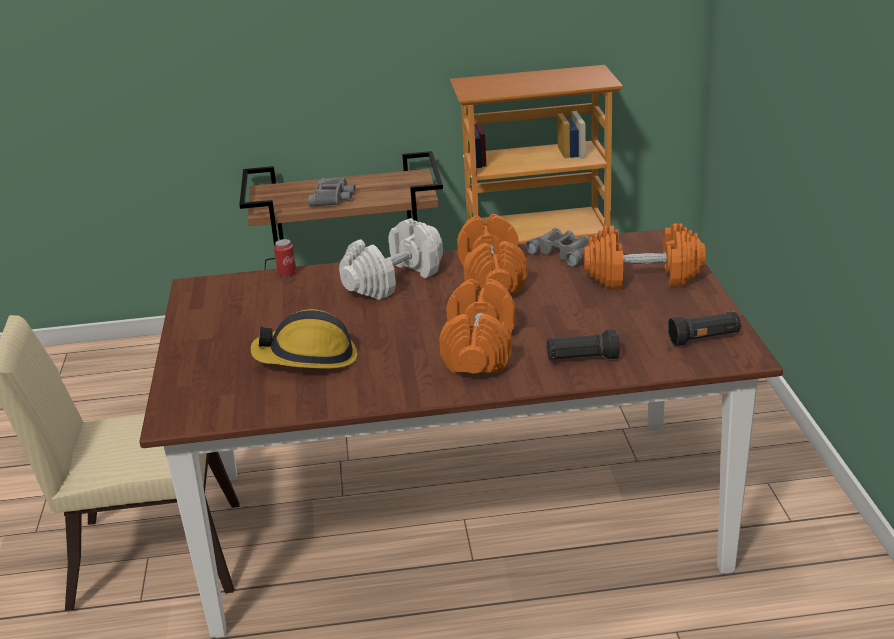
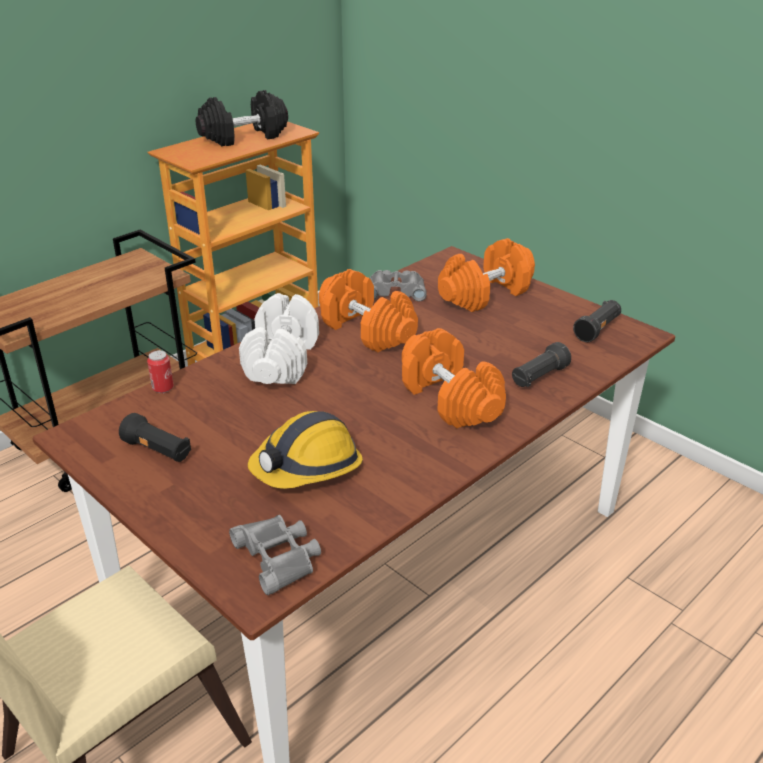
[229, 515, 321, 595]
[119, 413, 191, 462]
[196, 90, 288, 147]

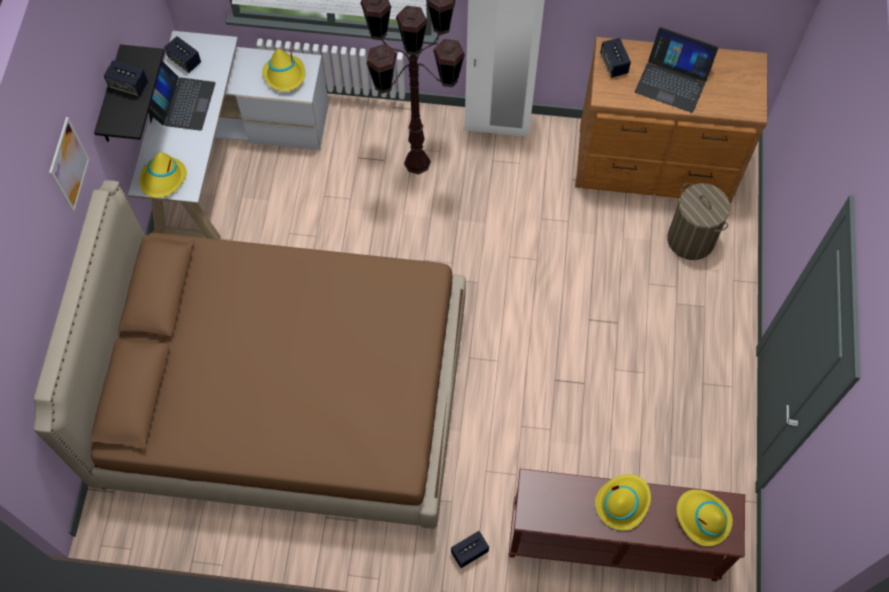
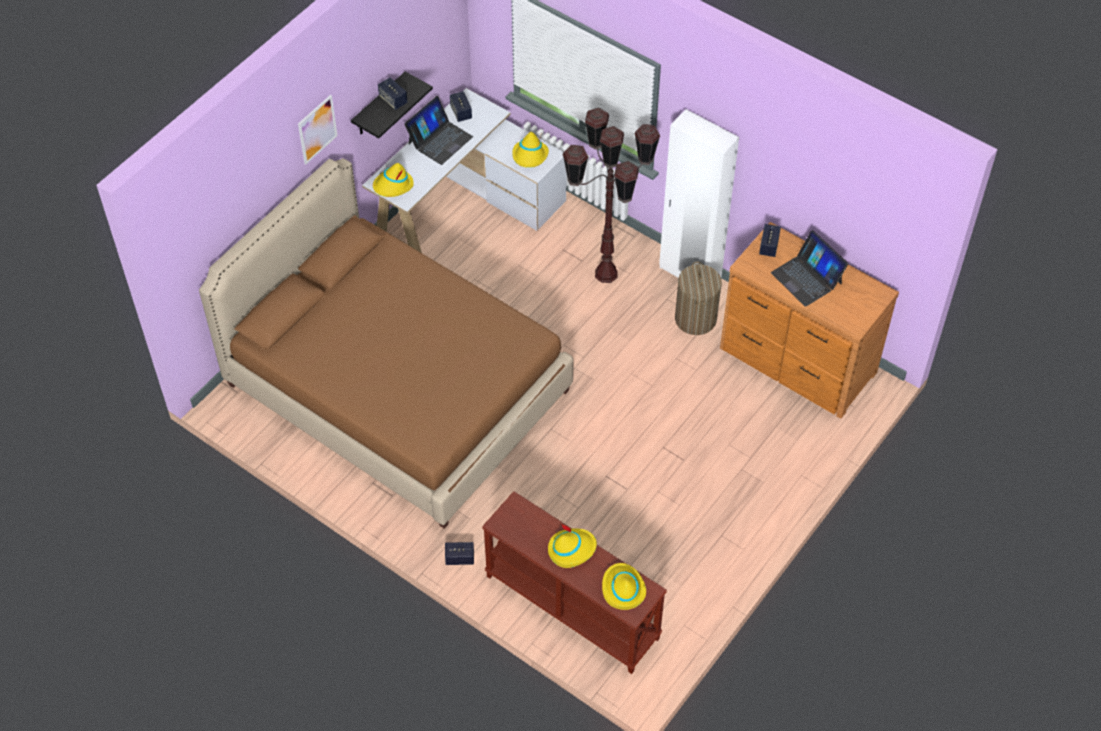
[675, 262, 722, 335]

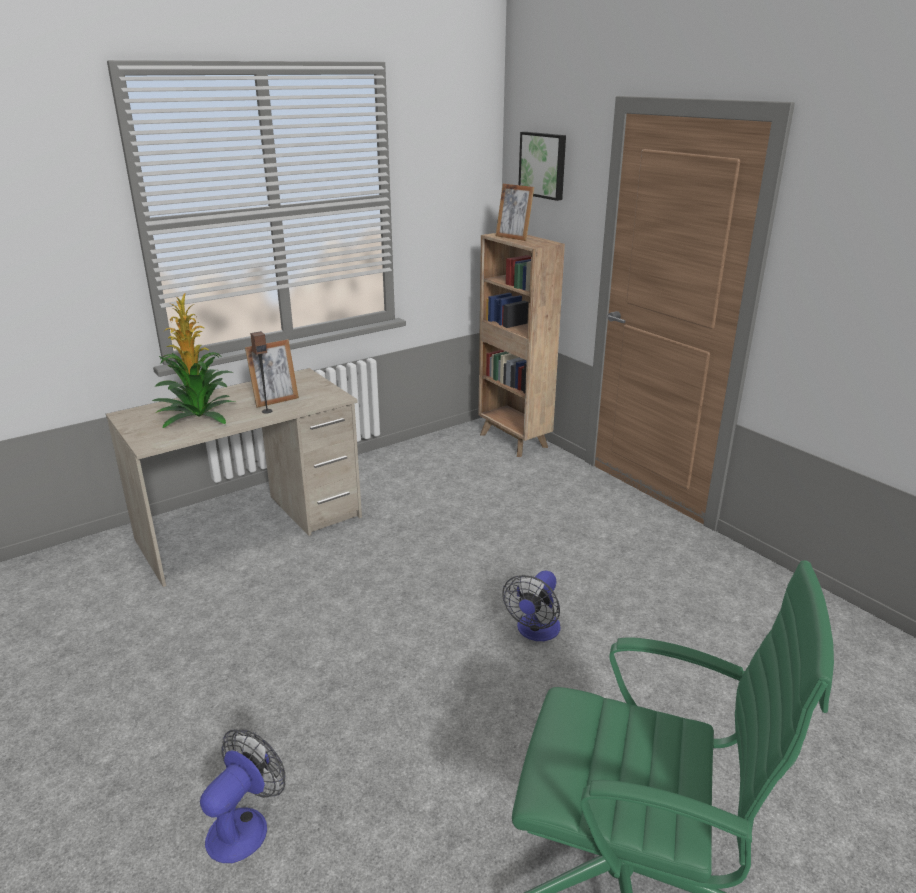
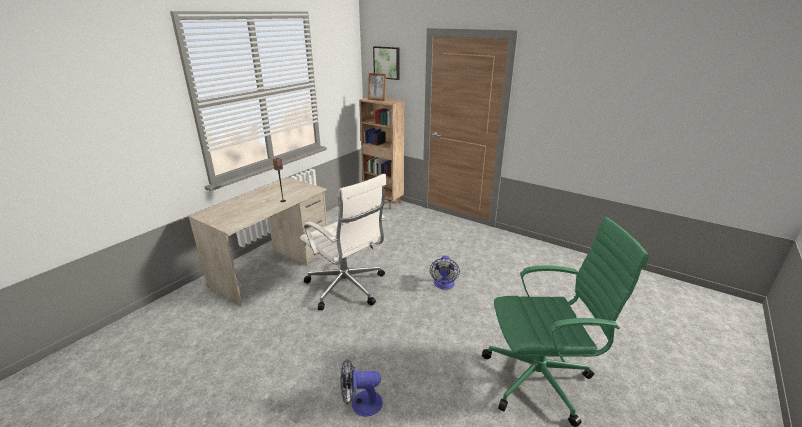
[152, 294, 235, 428] (first image)
[340, 359, 383, 417]
[245, 339, 299, 408] (first image)
[300, 174, 387, 310]

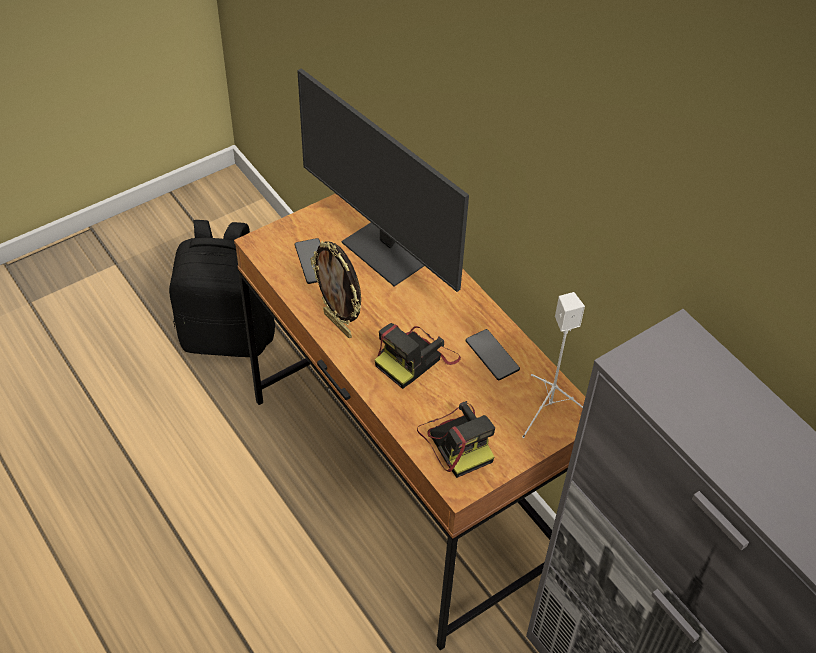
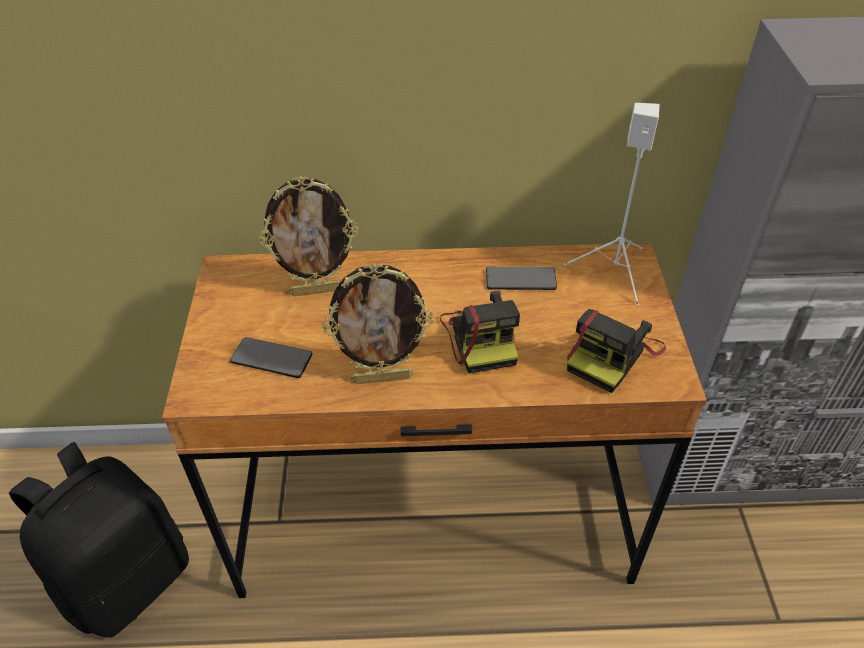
[259, 176, 358, 296]
[567, 309, 666, 393]

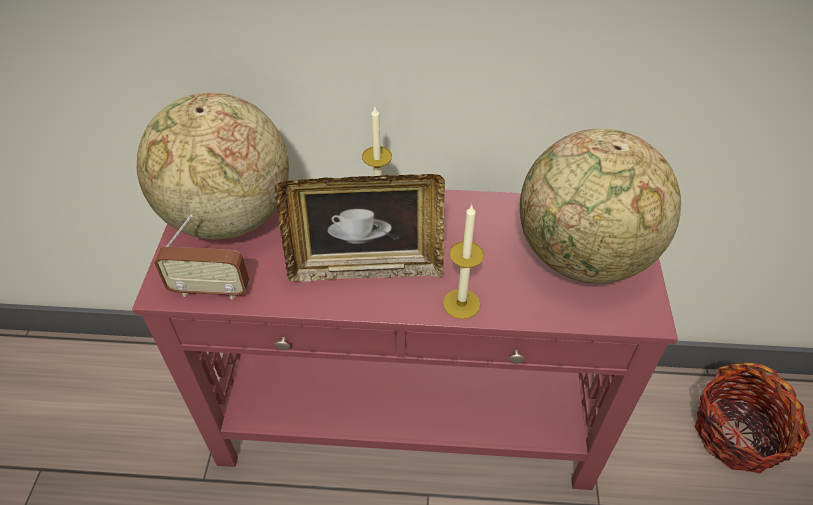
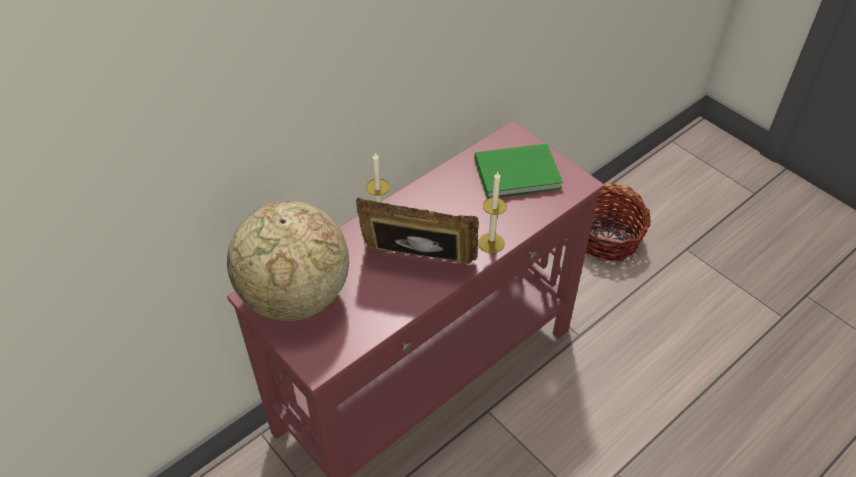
[154, 215, 249, 300] (first image)
[356, 198, 479, 264]
[475, 143, 563, 199]

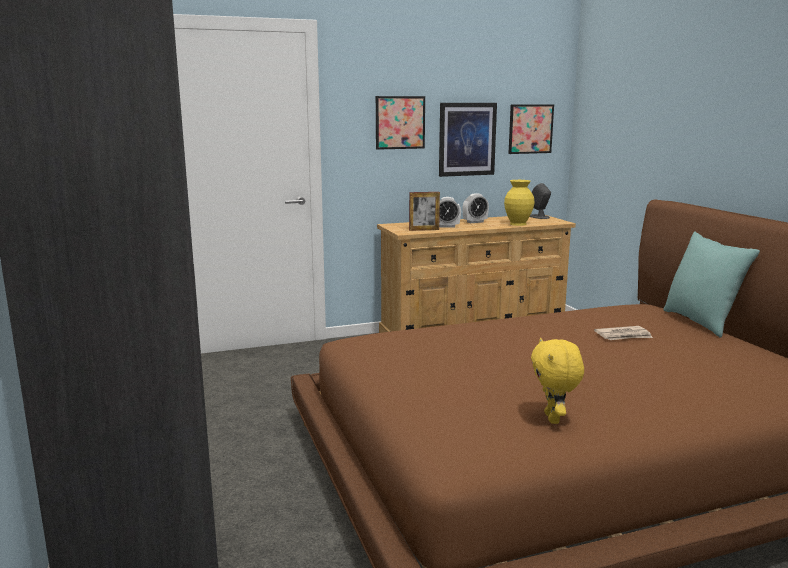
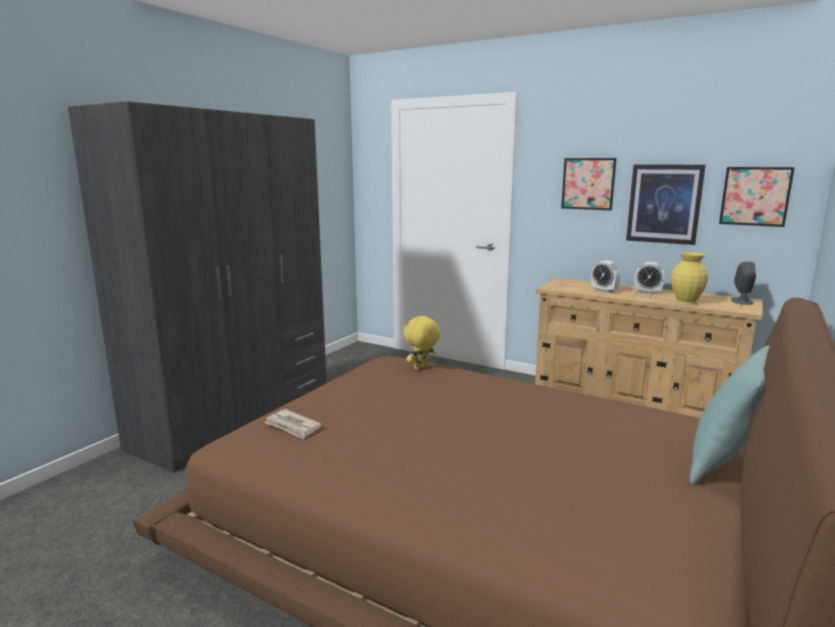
[409, 192, 440, 231] (first image)
[404, 316, 440, 370]
[264, 409, 322, 439]

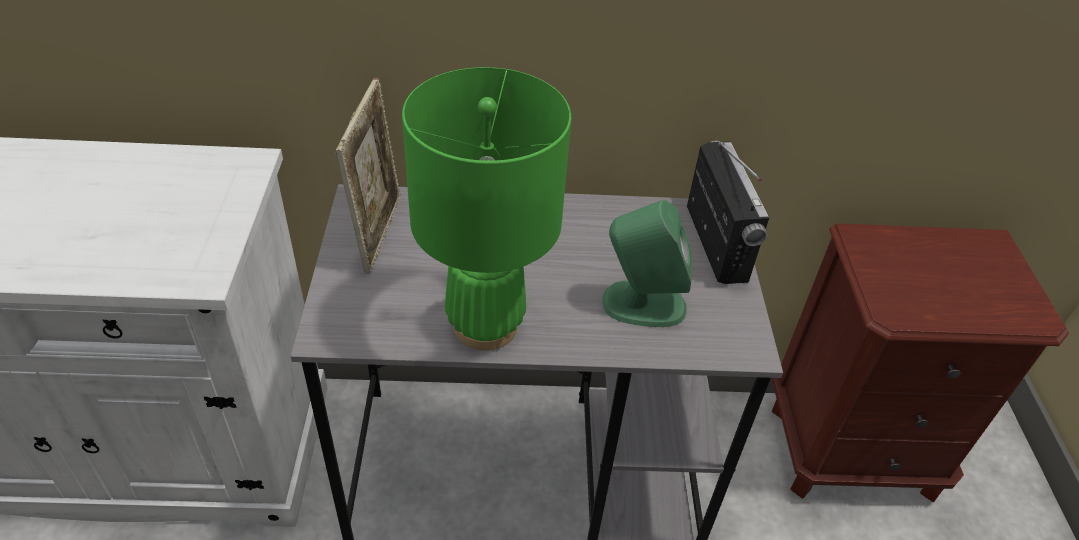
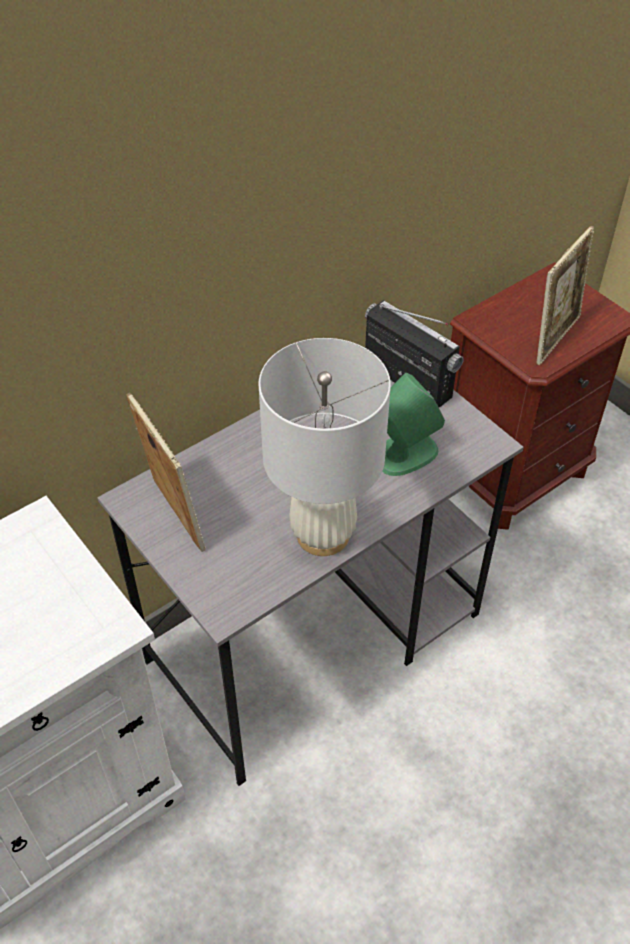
[259, 338, 391, 556]
[536, 226, 594, 365]

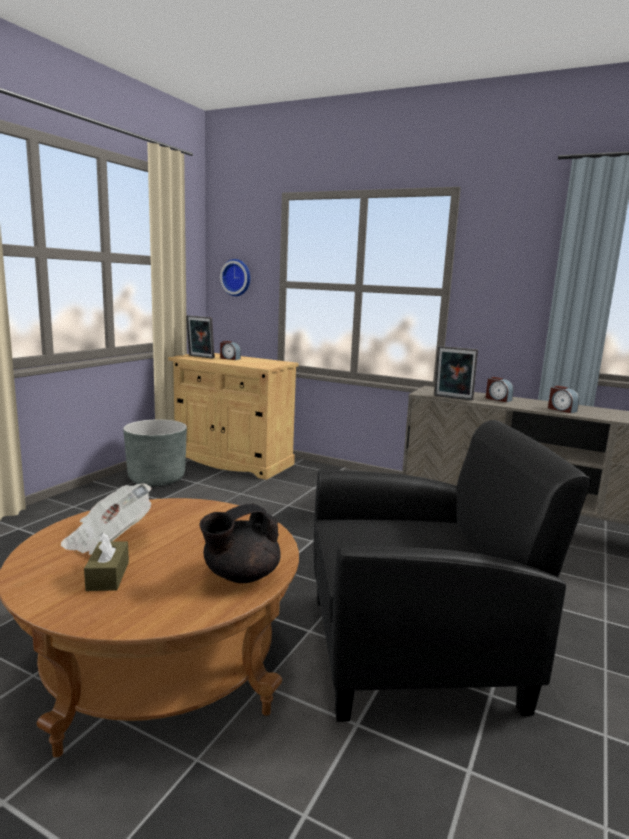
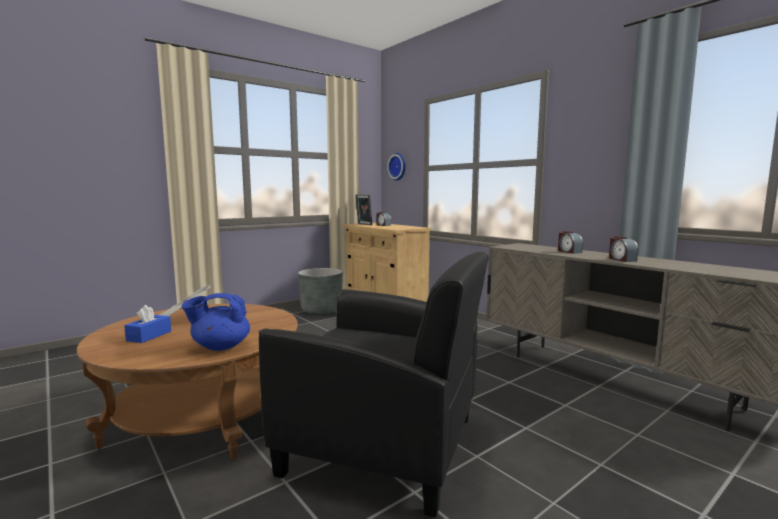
[124, 305, 171, 343]
[181, 293, 250, 351]
[434, 346, 478, 401] (first image)

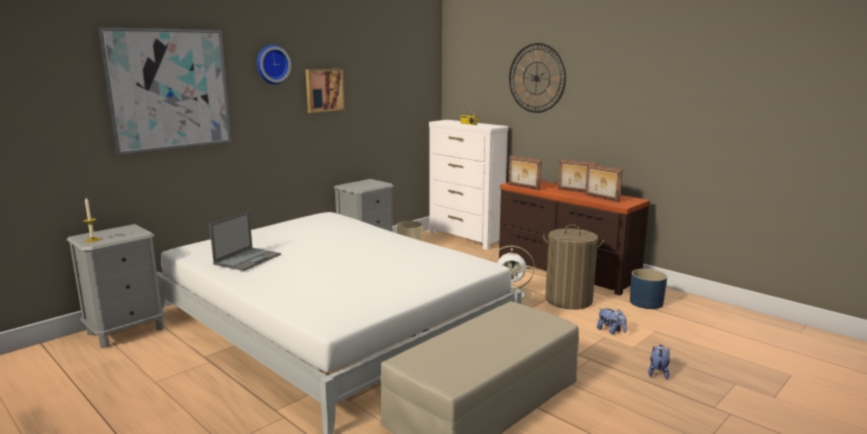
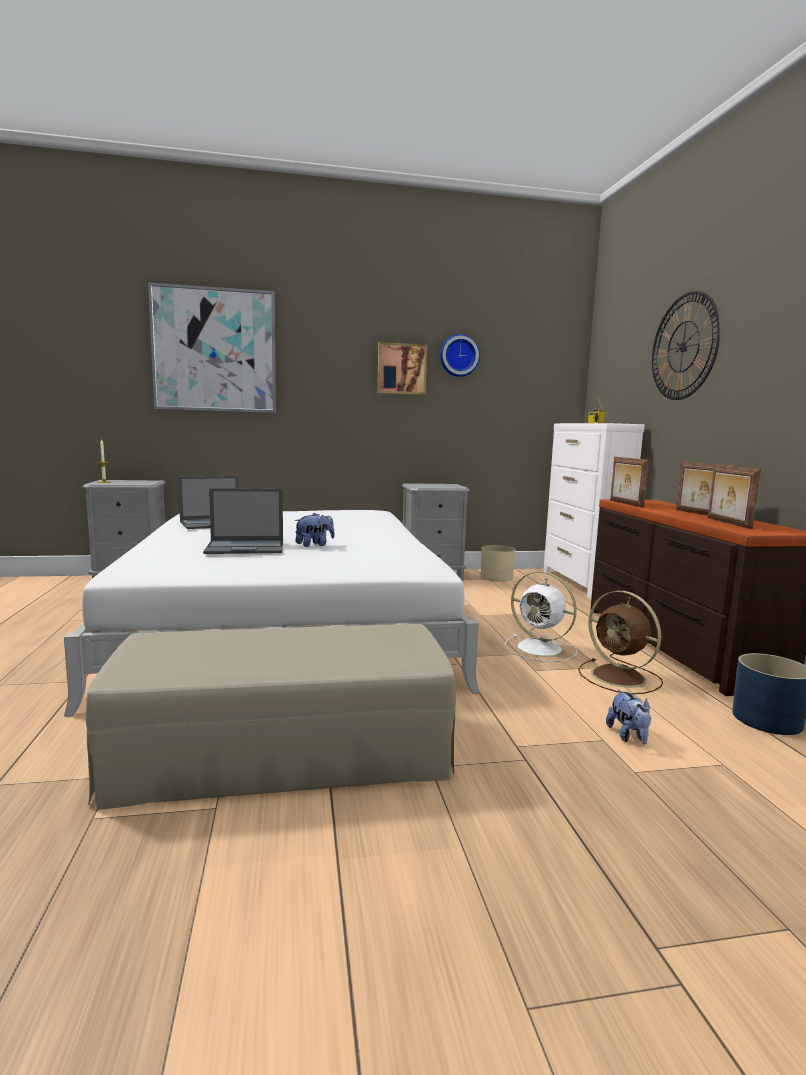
[440, 334, 480, 377]
[578, 591, 663, 694]
[295, 513, 334, 547]
[203, 488, 283, 554]

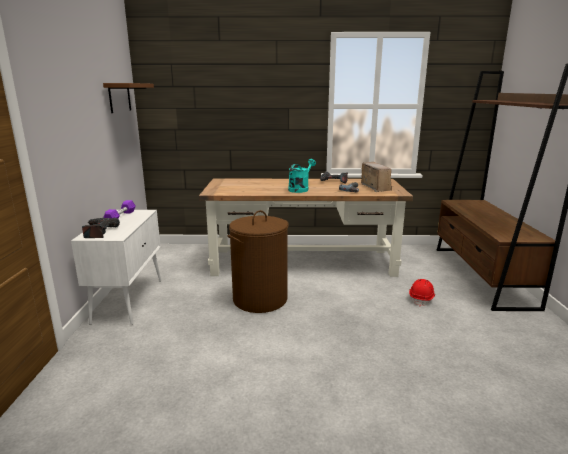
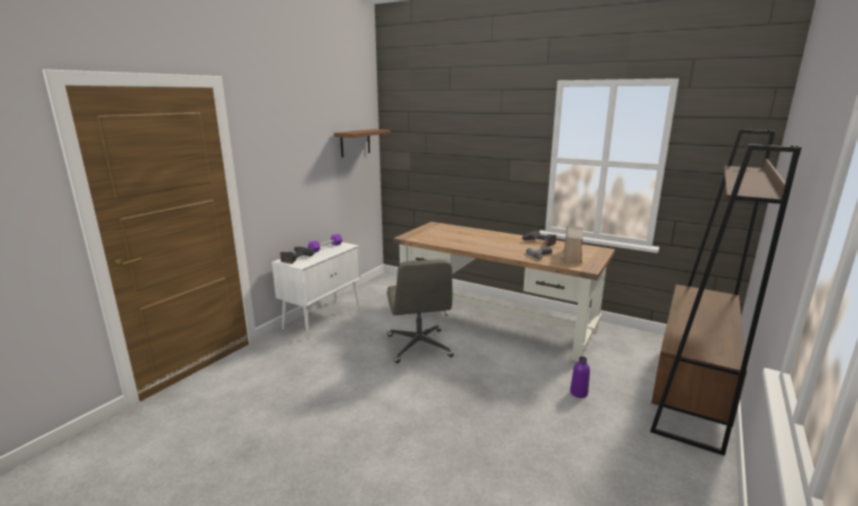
[387, 259, 454, 363]
[288, 159, 316, 193] (first image)
[570, 356, 590, 398]

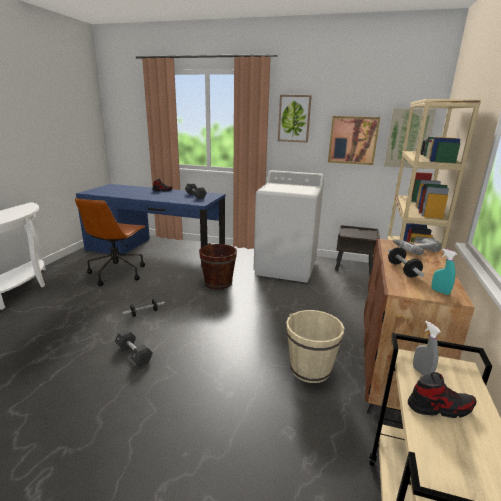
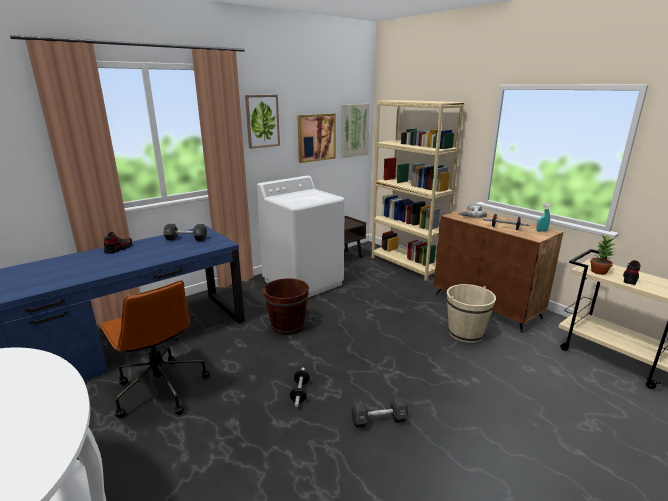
[590, 235, 615, 275]

